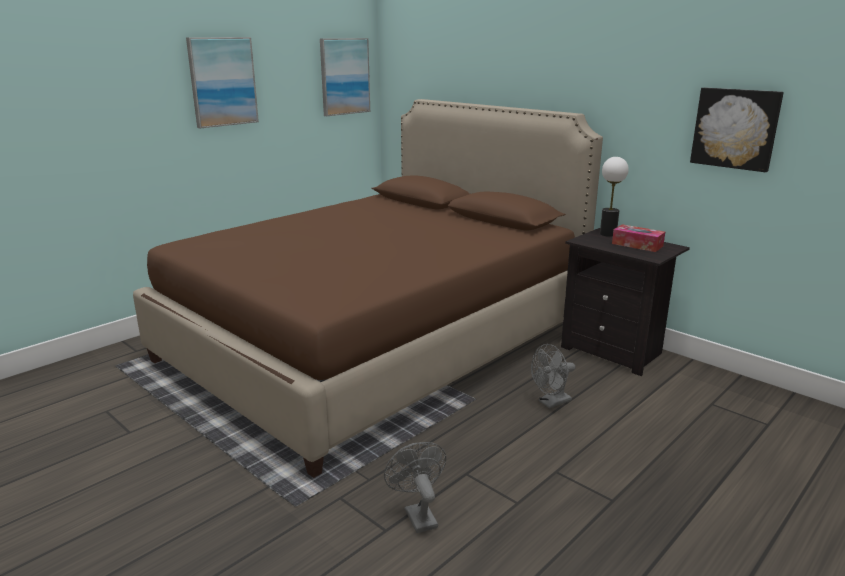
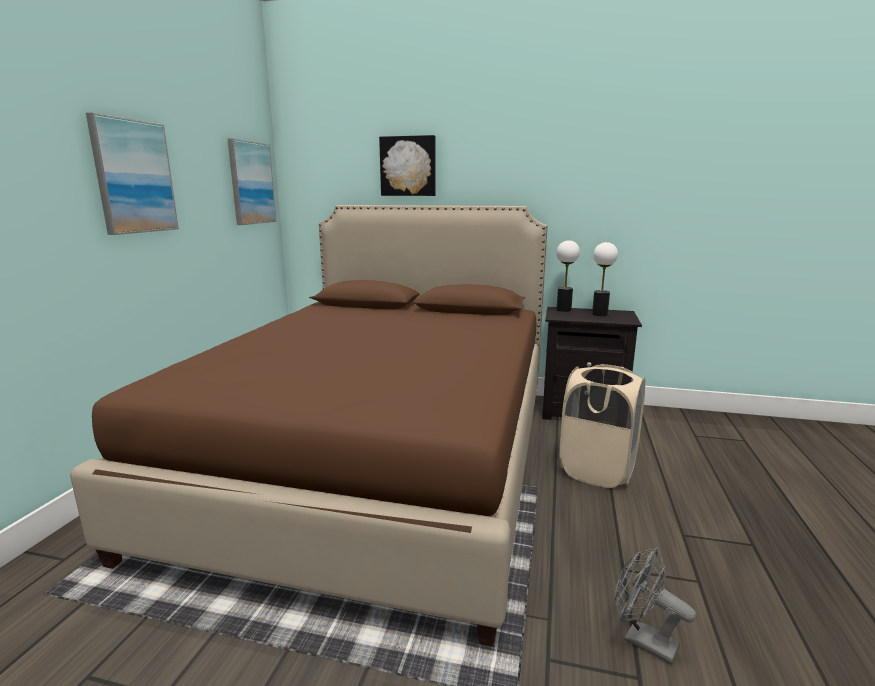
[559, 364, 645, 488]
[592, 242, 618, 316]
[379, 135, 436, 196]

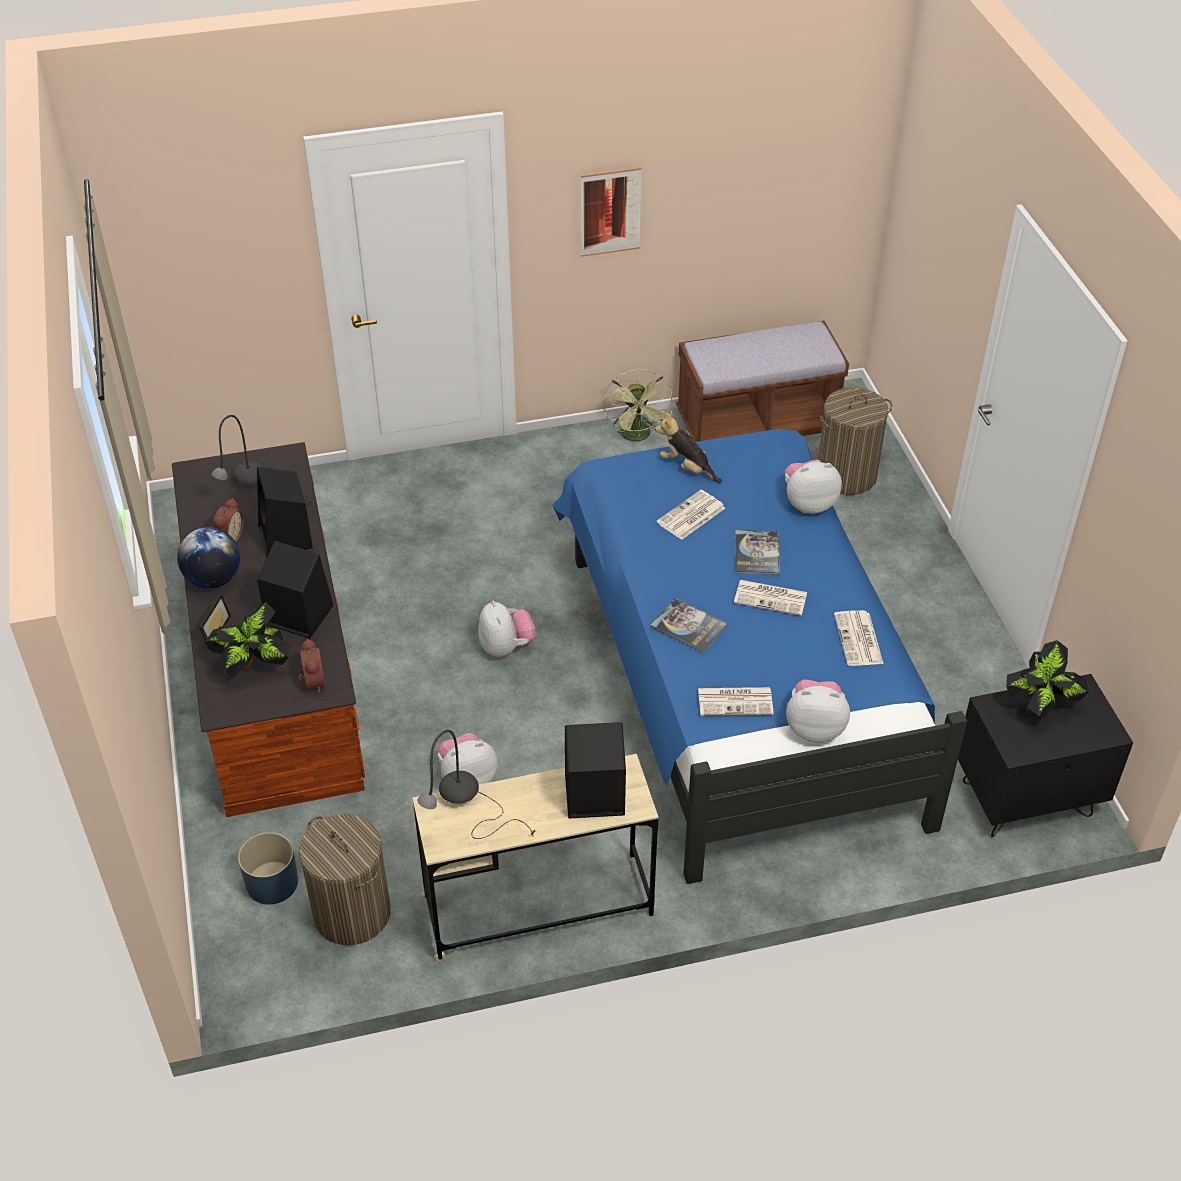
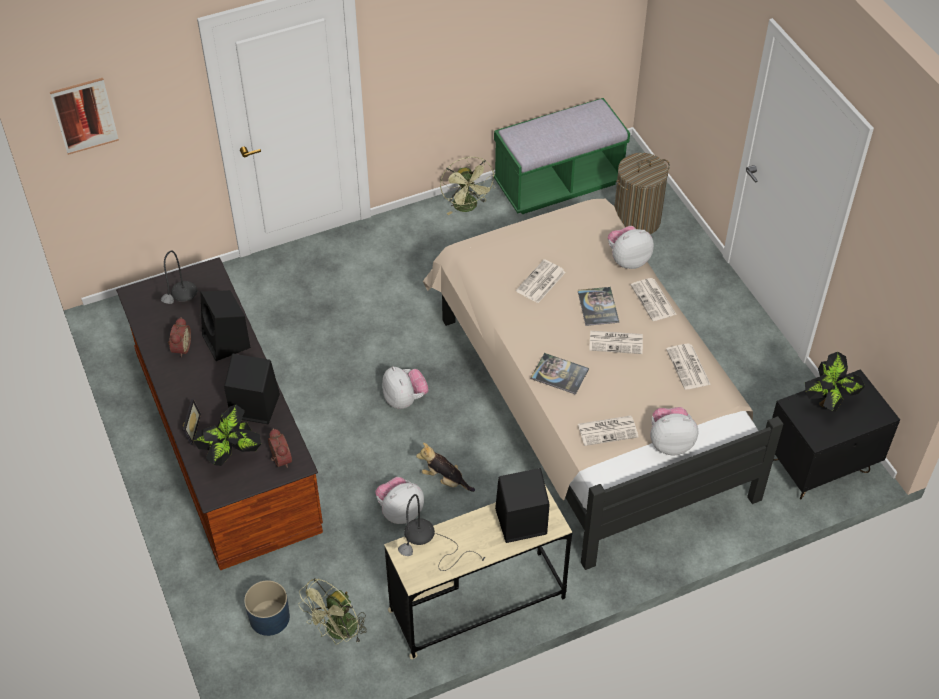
[177, 527, 240, 589] (first image)
[298, 578, 367, 645]
[423, 199, 783, 570]
[50, 78, 119, 155]
[416, 443, 475, 492]
[494, 98, 630, 214]
[630, 278, 677, 321]

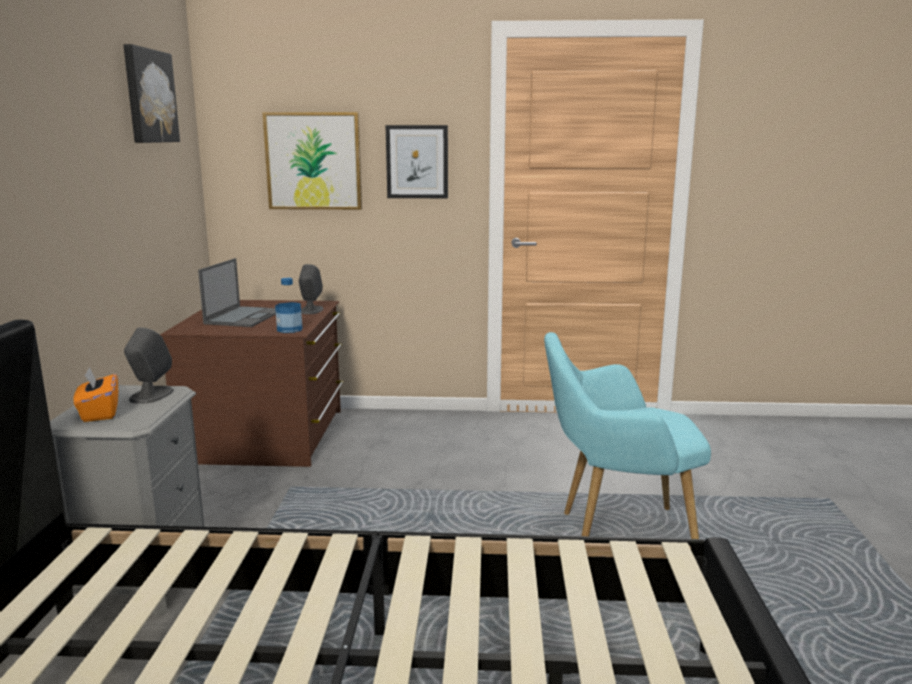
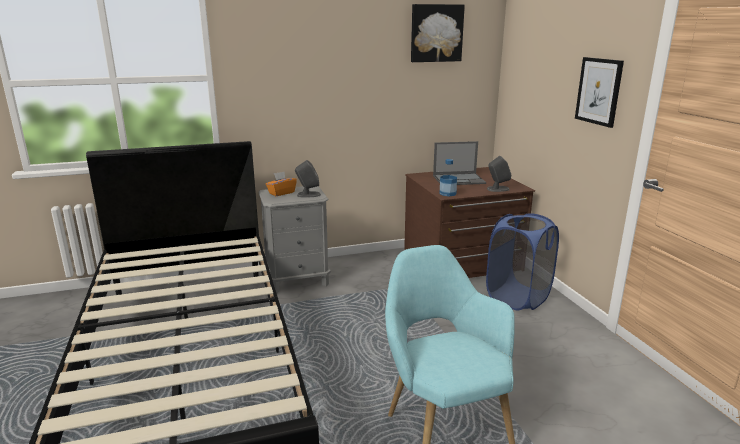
[262, 112, 362, 210] (first image)
[486, 213, 559, 310]

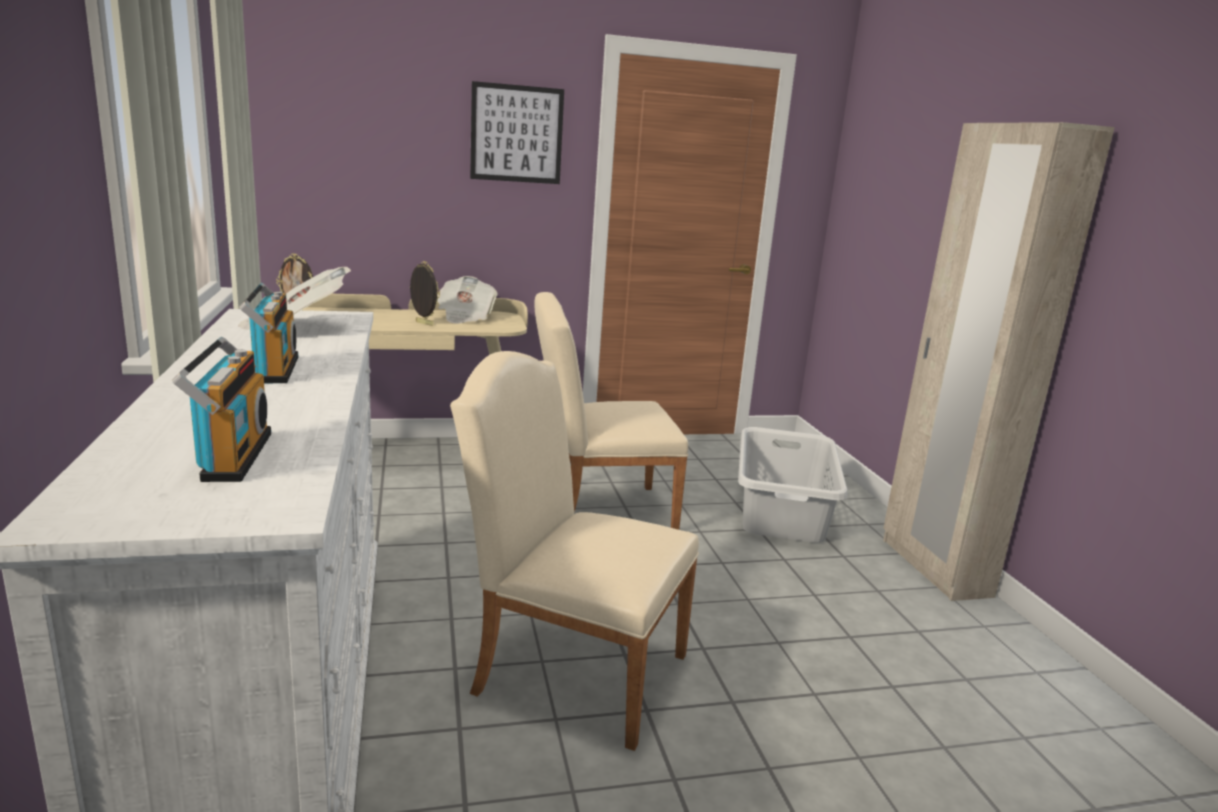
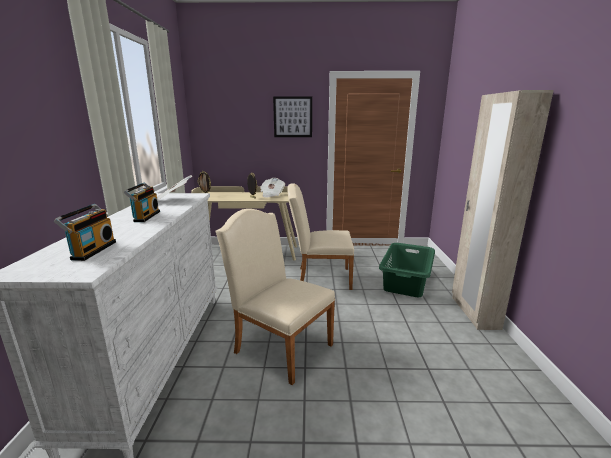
[379, 243, 435, 297]

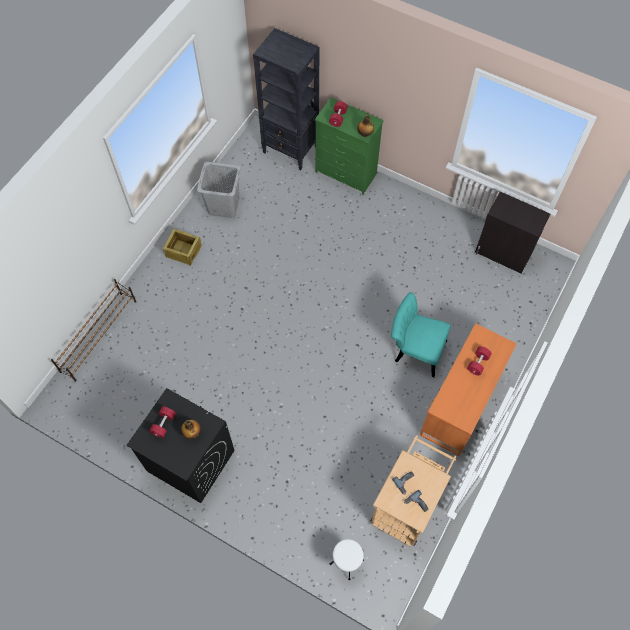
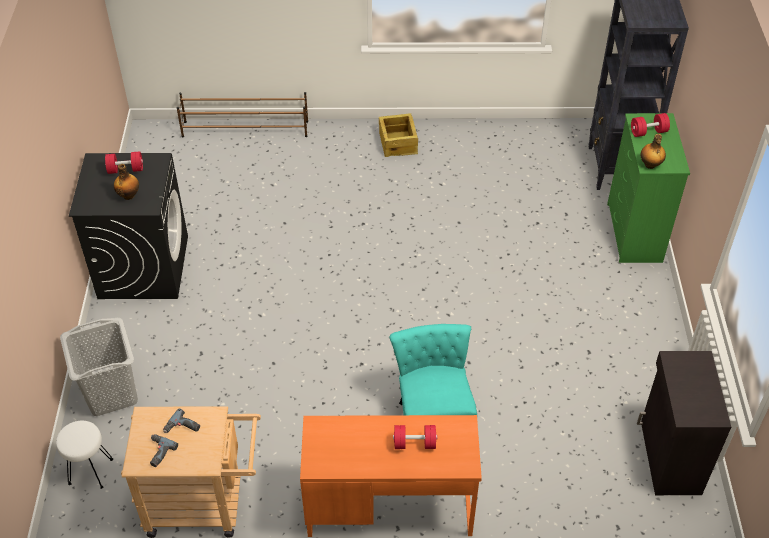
[60, 318, 138, 416]

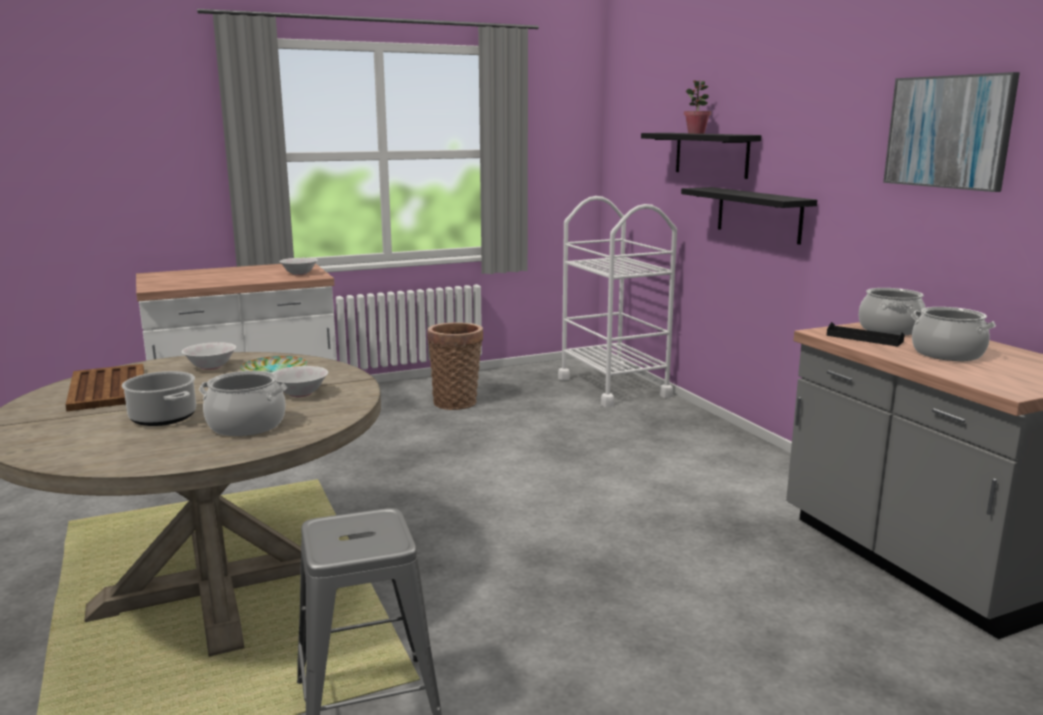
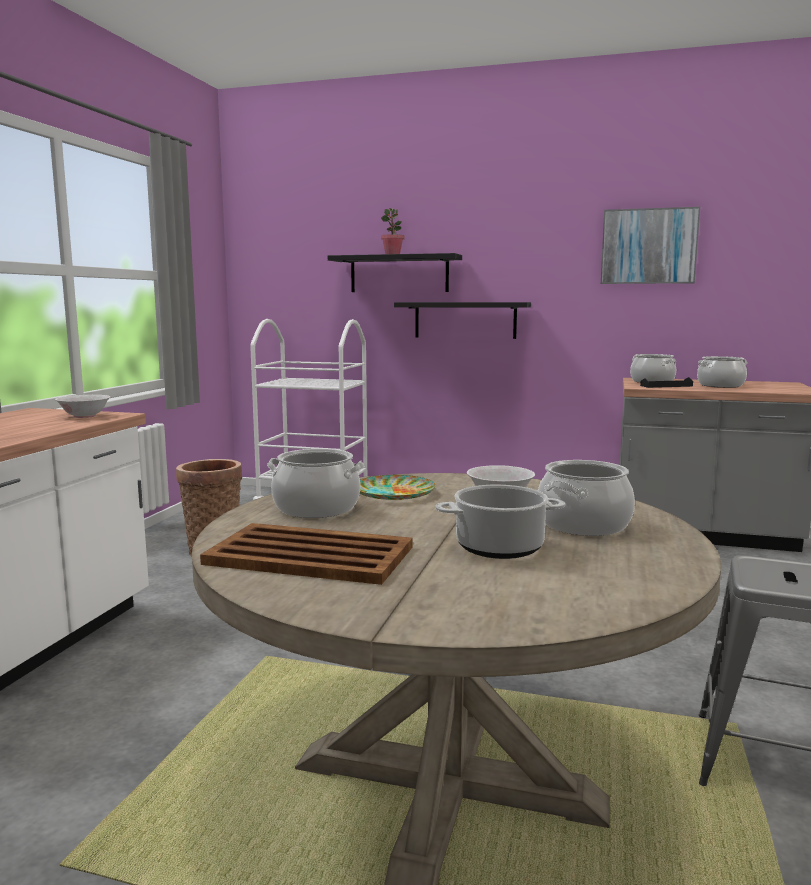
[267, 449, 364, 518]

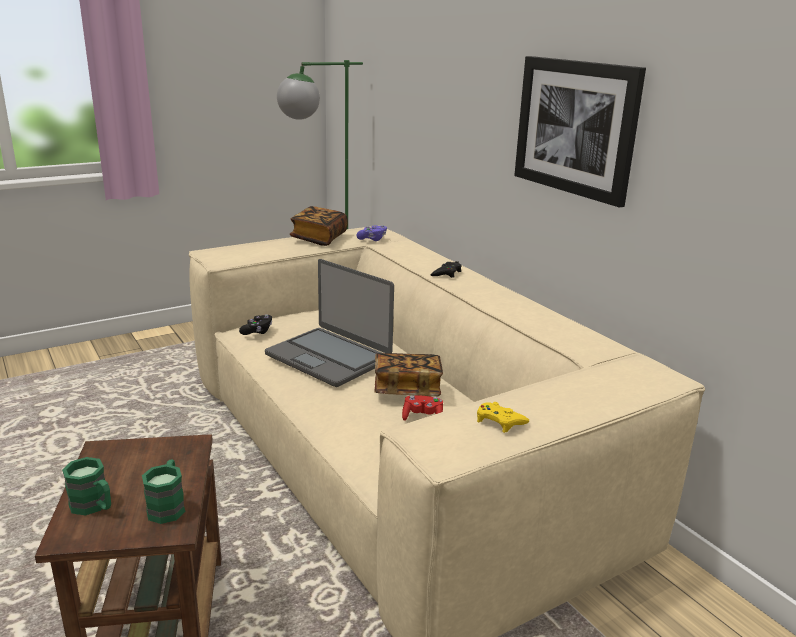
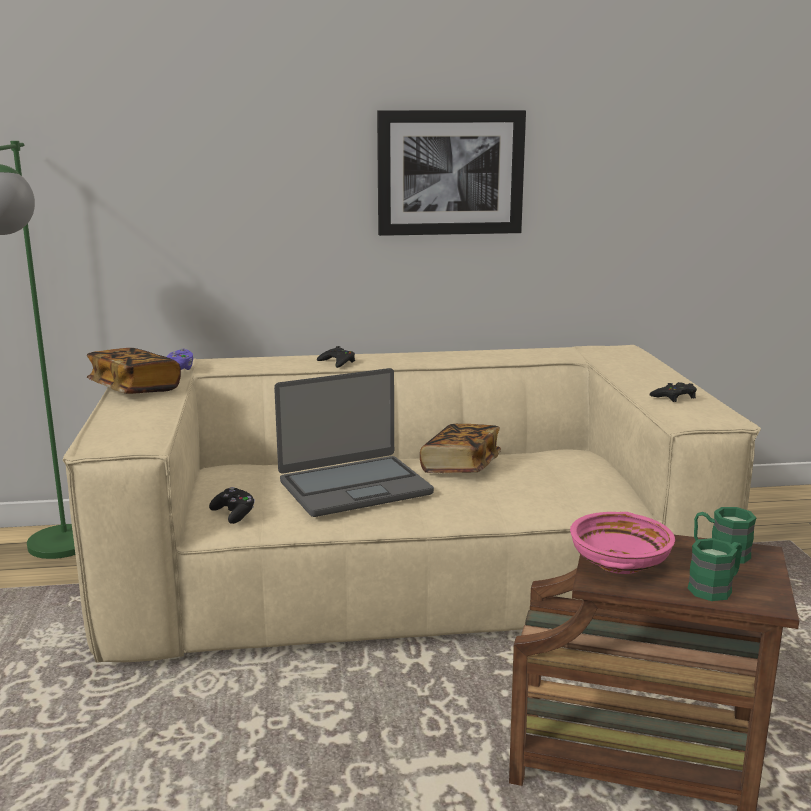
[402, 395, 443, 421] (first image)
[650, 382, 697, 402]
[570, 512, 675, 574]

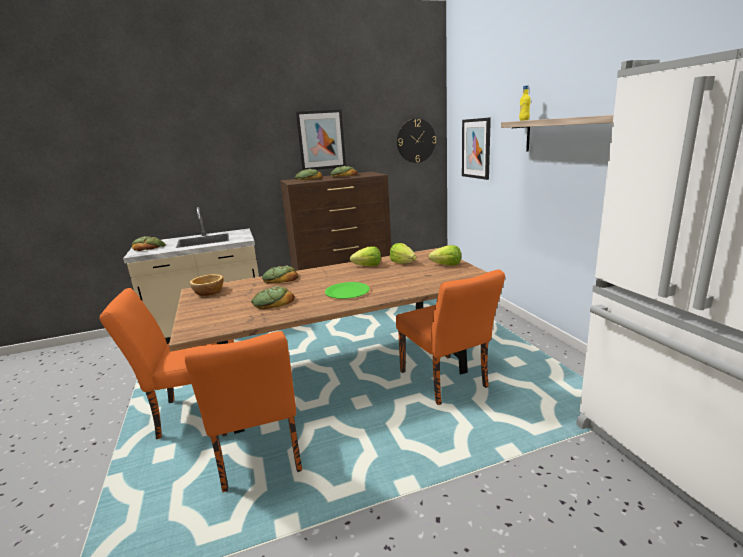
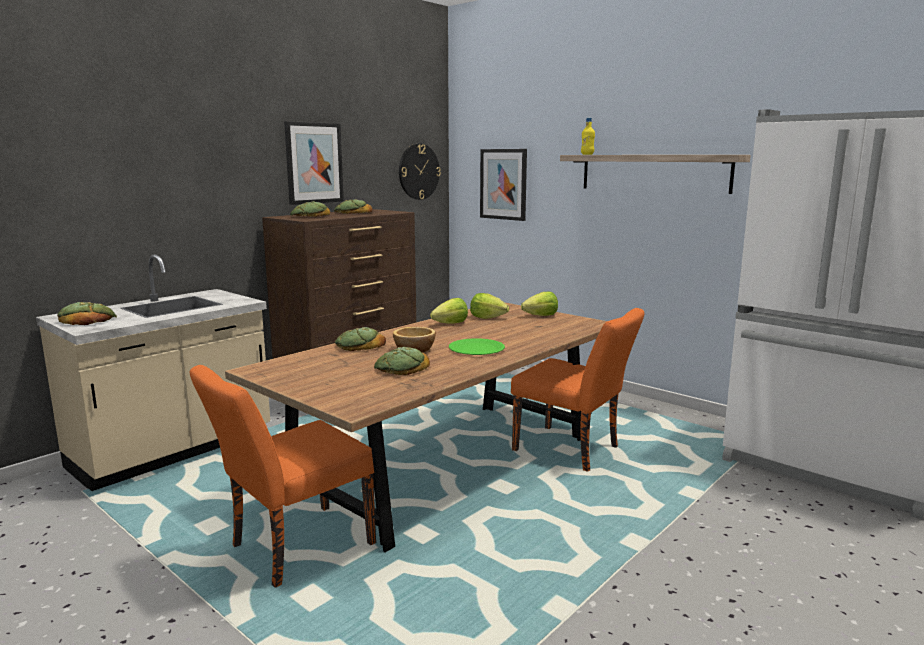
[185, 331, 302, 492] (first image)
[393, 327, 436, 352]

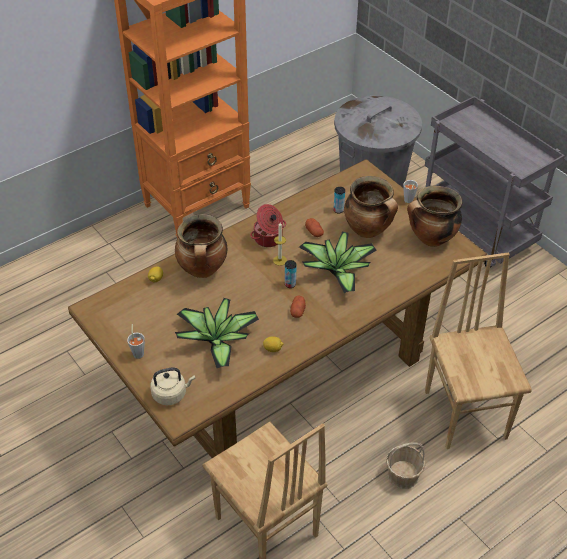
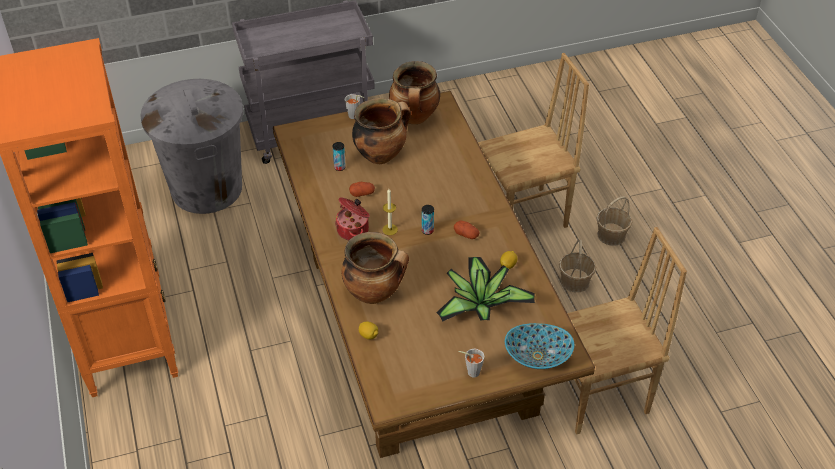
[505, 323, 574, 369]
[299, 232, 377, 293] (first image)
[478, 53, 589, 228]
[596, 196, 632, 246]

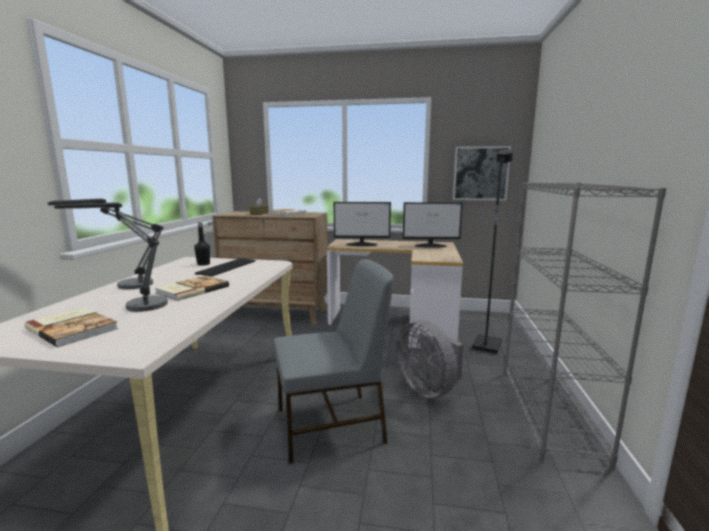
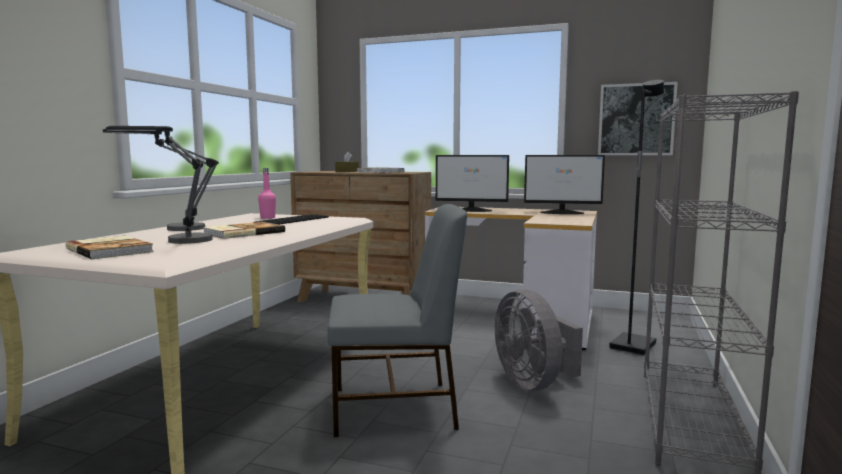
[258, 168, 276, 219]

